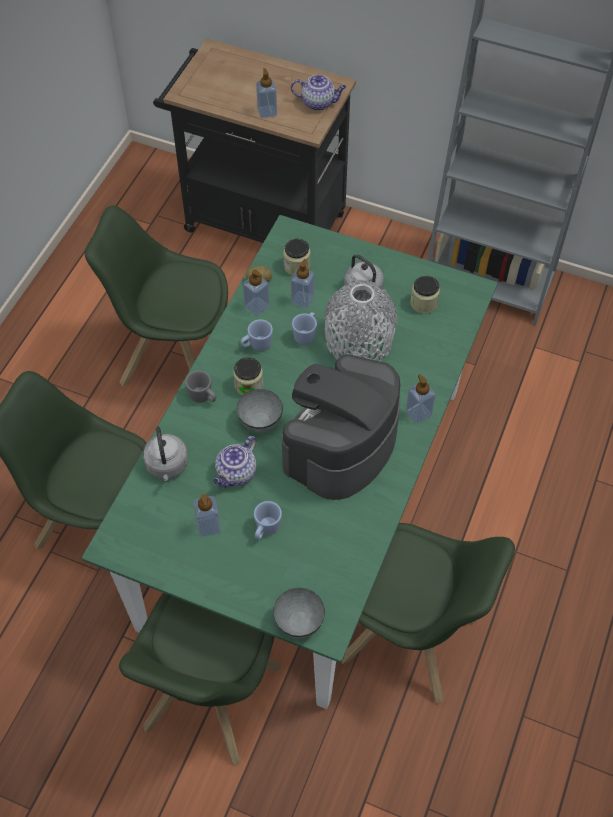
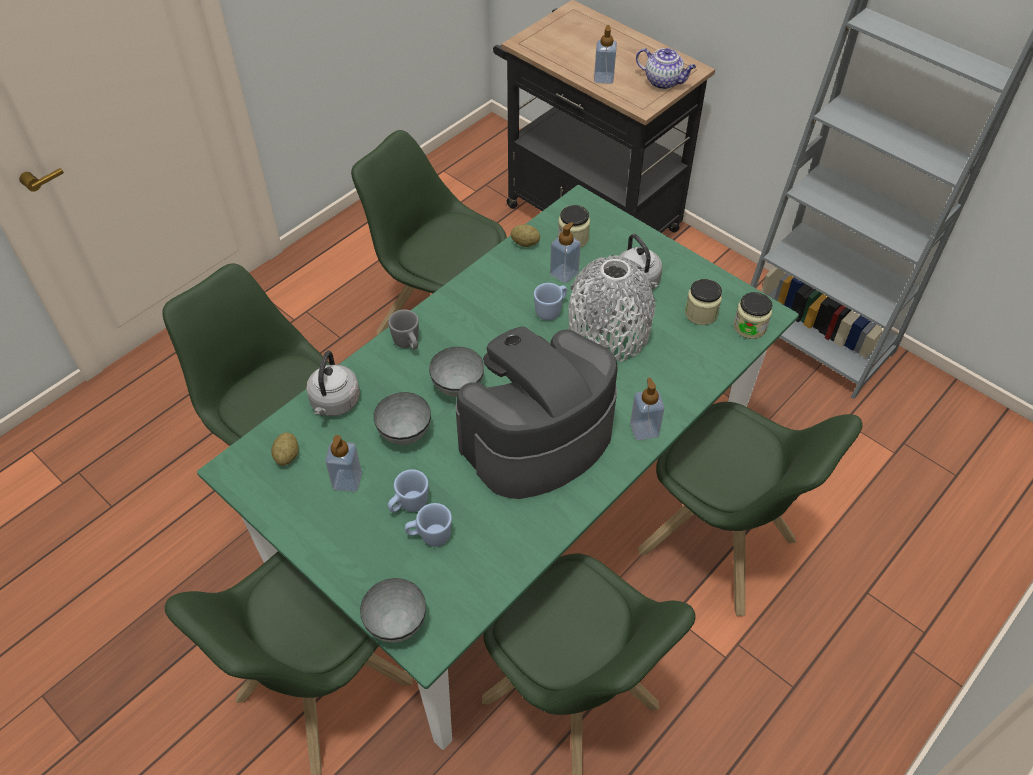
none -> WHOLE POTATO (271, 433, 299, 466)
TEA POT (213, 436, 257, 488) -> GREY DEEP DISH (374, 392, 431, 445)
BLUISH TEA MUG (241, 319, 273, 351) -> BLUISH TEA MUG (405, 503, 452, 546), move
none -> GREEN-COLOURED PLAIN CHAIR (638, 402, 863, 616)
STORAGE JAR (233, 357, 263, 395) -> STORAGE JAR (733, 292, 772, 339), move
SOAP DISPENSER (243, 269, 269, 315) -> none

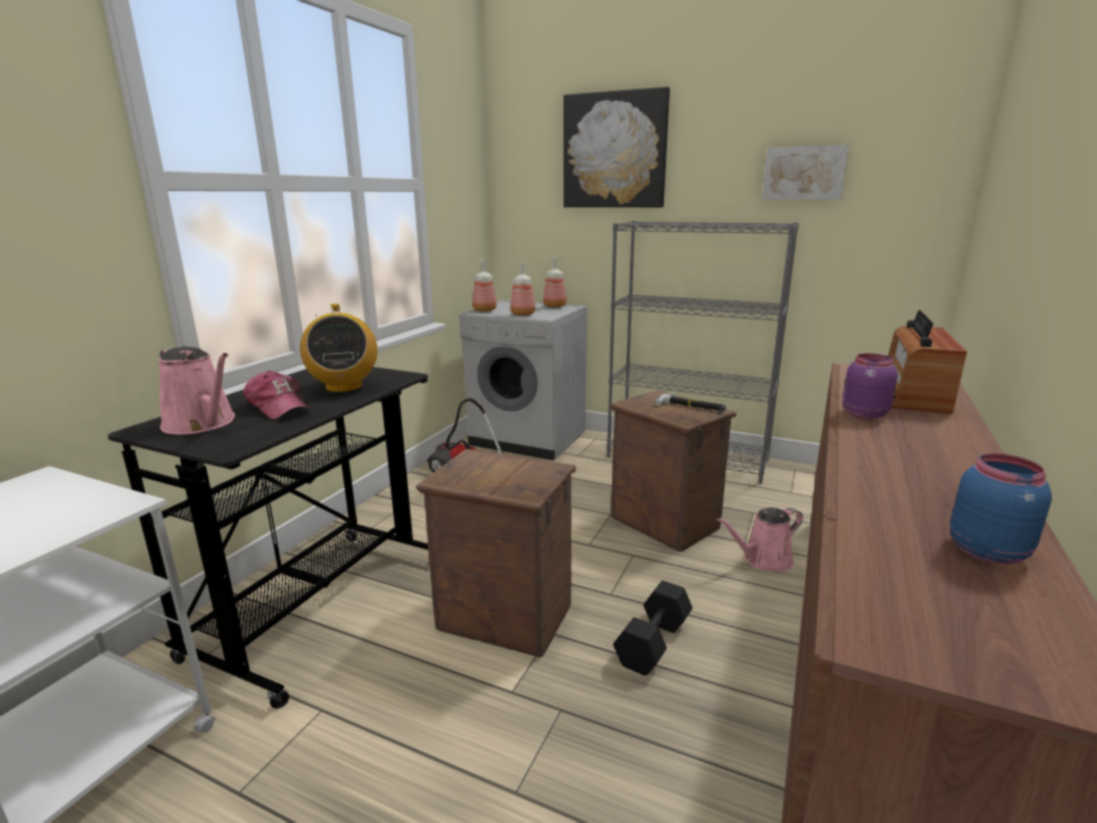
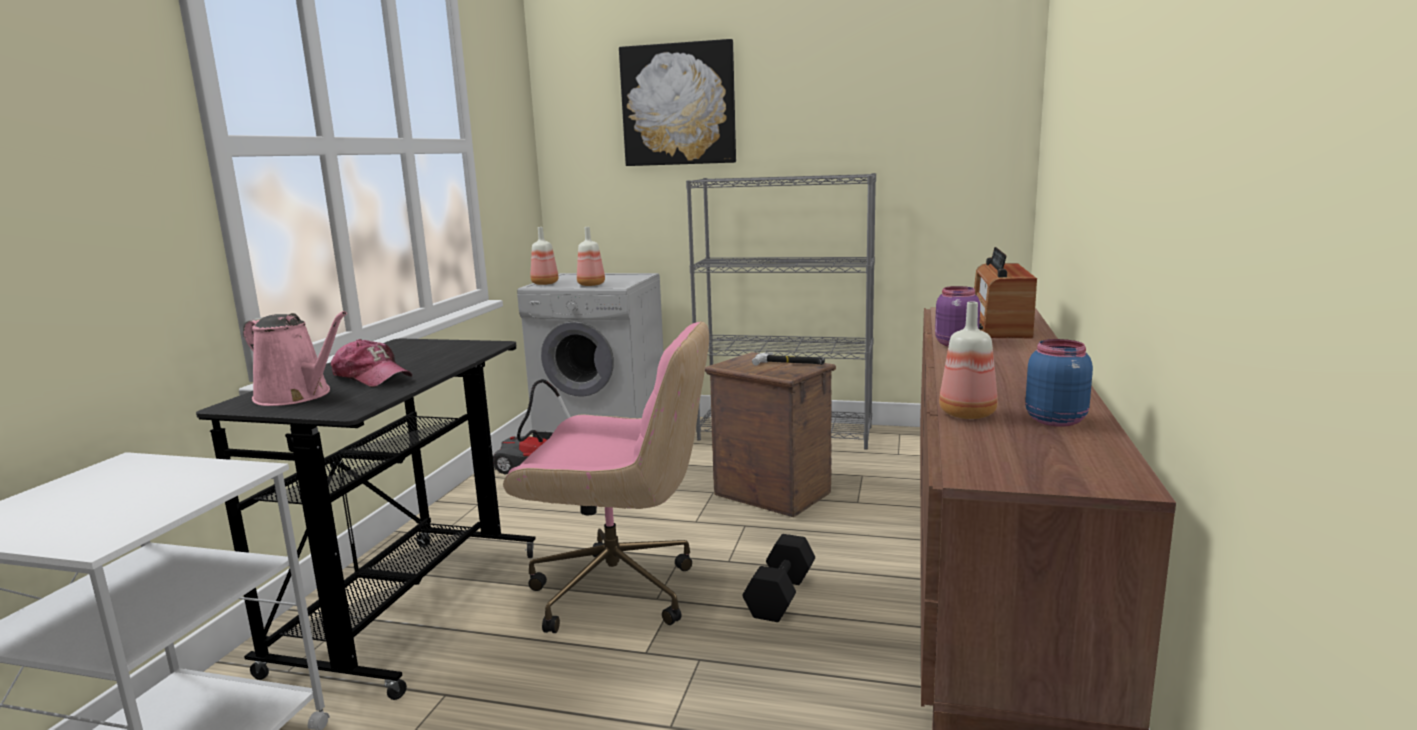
SHIPPING CRATE (416, 449, 576, 657) -> PINK-COLOURED COMPUTER CHAIR (503, 321, 709, 633)
BEVERAGE BOTTLE (543, 257, 566, 307) -> BEVERAGE BOTTLE (939, 302, 998, 419), move
RADIO RECEIVER (300, 304, 378, 393) -> none
PINK-COLOURED WATERING CAN (717, 507, 803, 571) -> none
WALL ART (762, 145, 849, 200) -> none

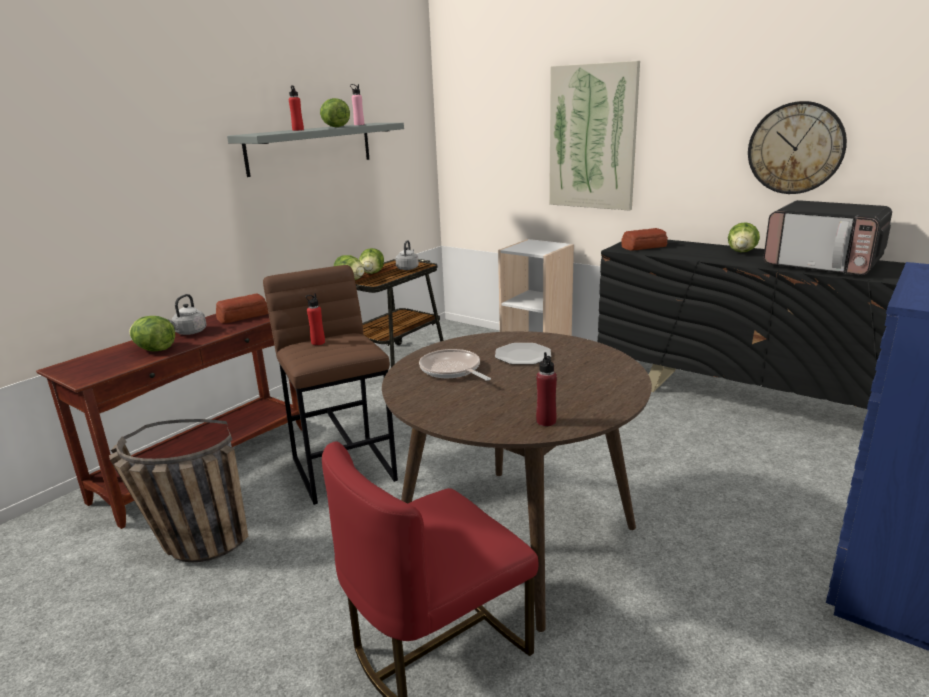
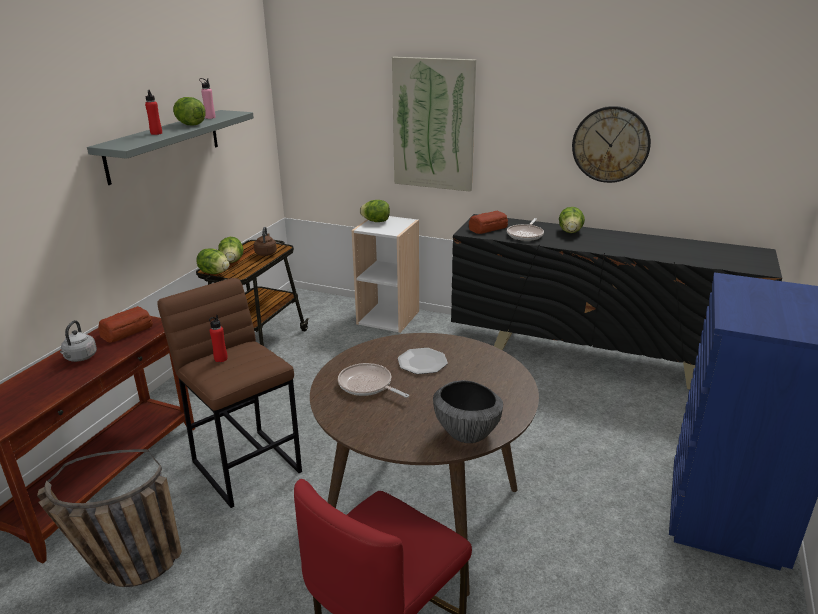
GREY WATER KETTLE (395, 240, 419, 270) -> BROWN WATER KETTLE (254, 227, 277, 256)
LETTUCE (129, 316, 175, 351) -> LETTUCE (360, 200, 390, 222), move
RED-COLOURED BEVERAGE BOTTLE (536, 352, 557, 426) -> DEEP DISH (433, 380, 503, 443)
none -> PAN (507, 218, 544, 241)
KITCHEN MICROWAVE (764, 200, 892, 275) -> none

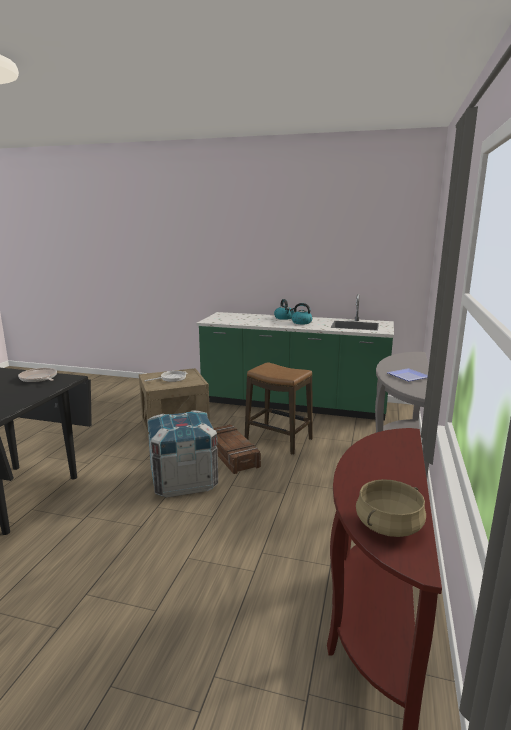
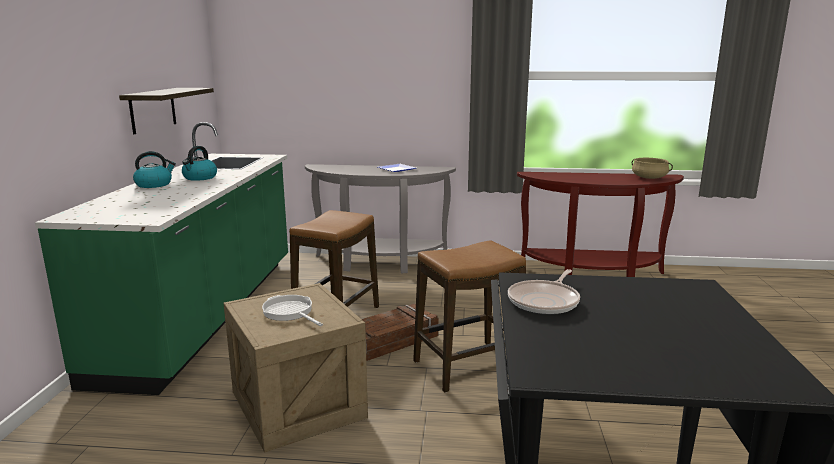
none -> SHELF (119, 88, 214, 134)
SHIPPING CRATE (147, 410, 218, 498) -> SITTING STOOL (413, 240, 526, 392)

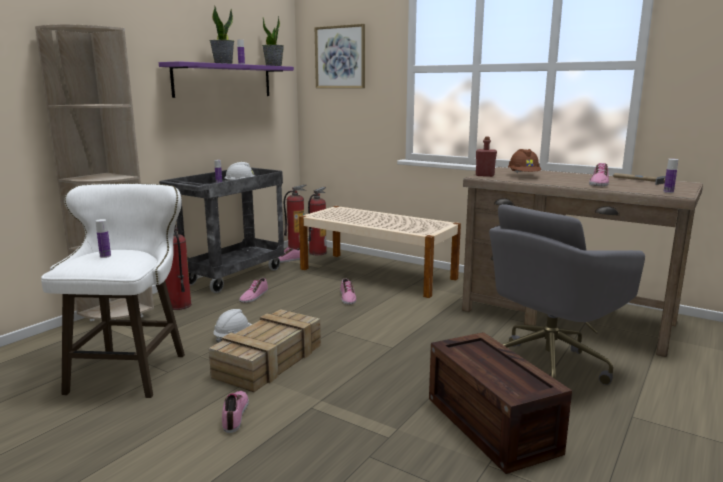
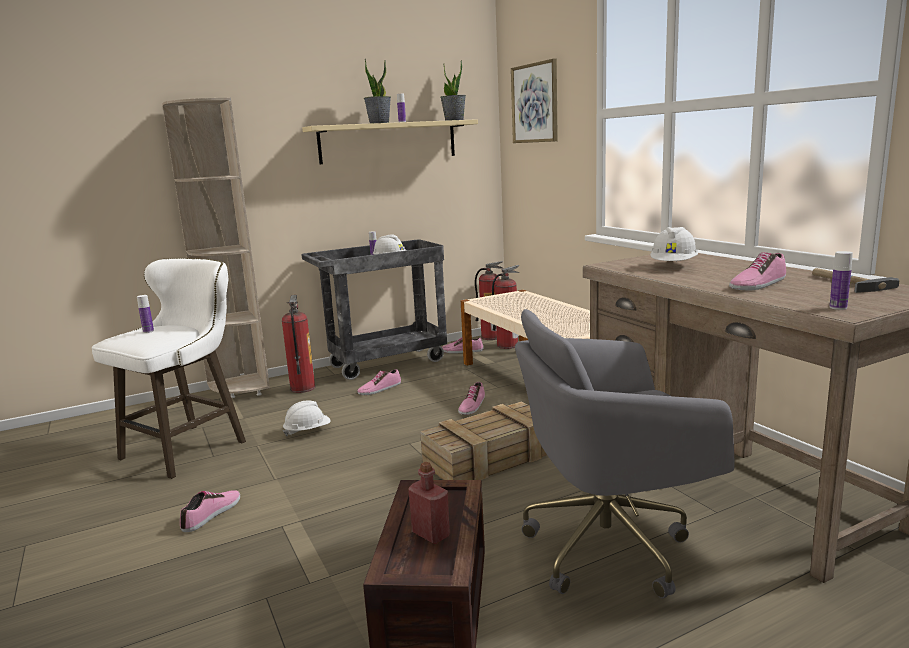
PURPLE-COLOURED SHELF (159, 61, 294, 98) -> BEIGE-COLOURED SHELF (302, 119, 478, 164)
RED-COLOURED BEVERAGE BOTTLE (476, 137, 497, 177) -> RED-COLOURED BEVERAGE BOTTLE (408, 462, 450, 544), move
SHIPPING CRATE (209, 309, 321, 392) -> SHIPPING CRATE (420, 401, 547, 480), move
BROWN HARD HAT (508, 149, 541, 173) -> WHITE HARD HAT (650, 227, 698, 262)

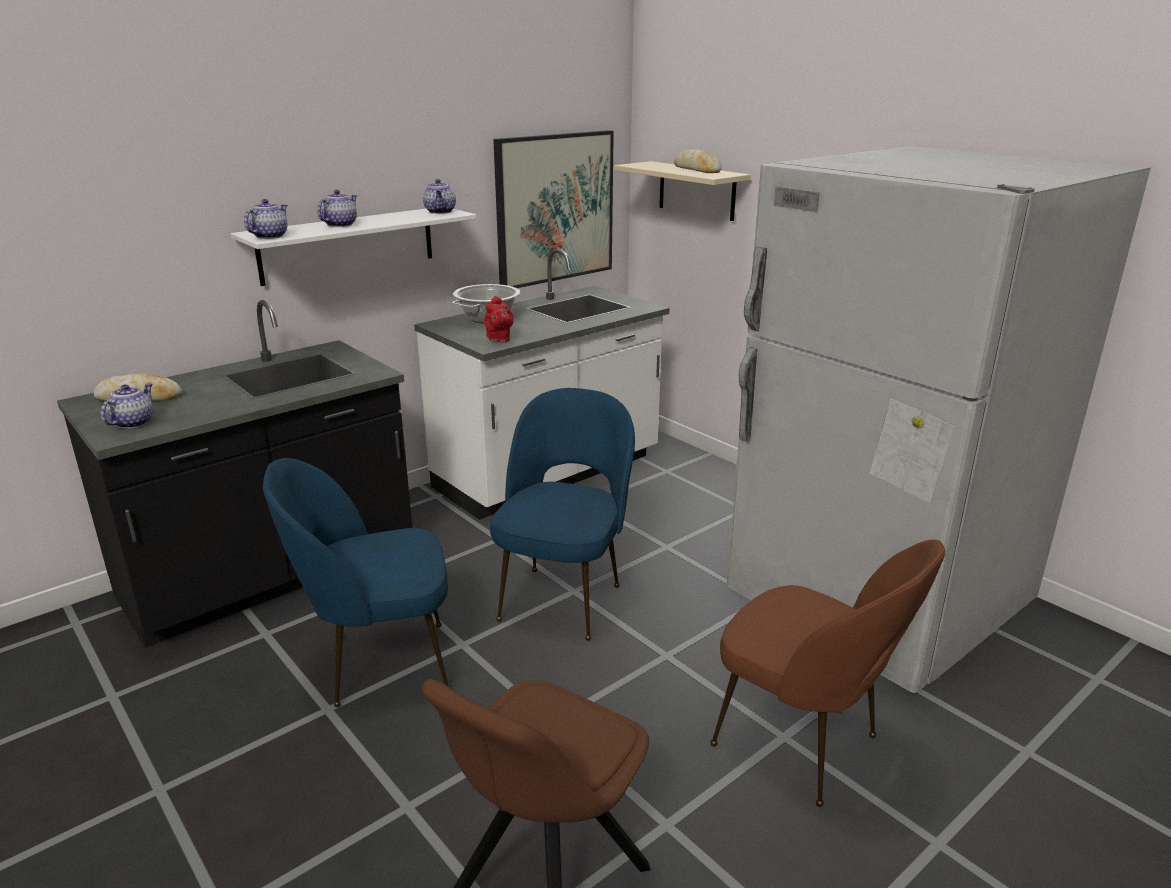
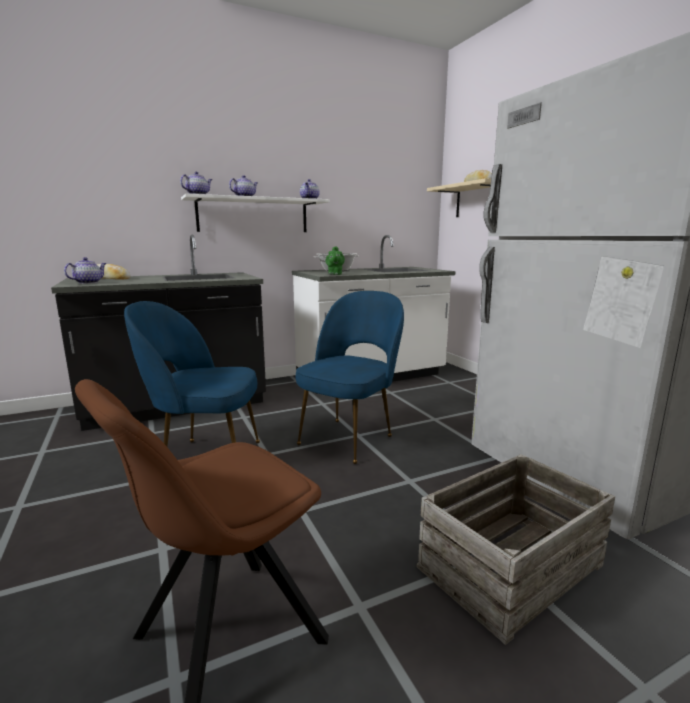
RED-COLOURED TEA POT (484, 295, 514, 342) -> GREEN-COLOURED TEA POT (325, 246, 345, 275)
BROWN PLAIN CHAIR (710, 540, 945, 807) -> SHIPPING CRATE (417, 454, 615, 645)
WALL ART (493, 130, 614, 288) -> none

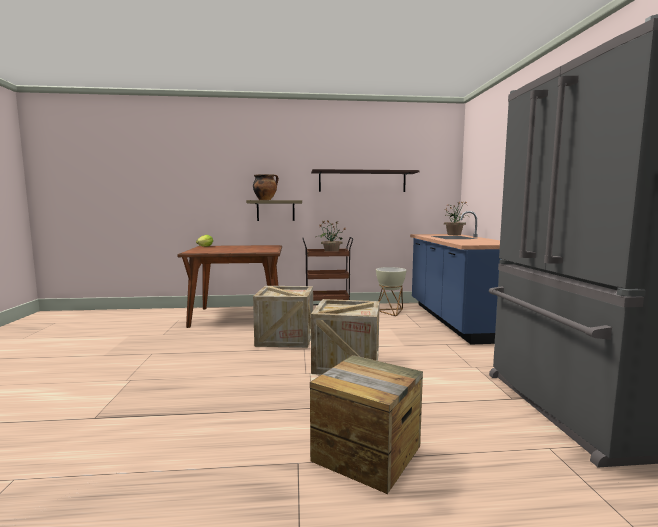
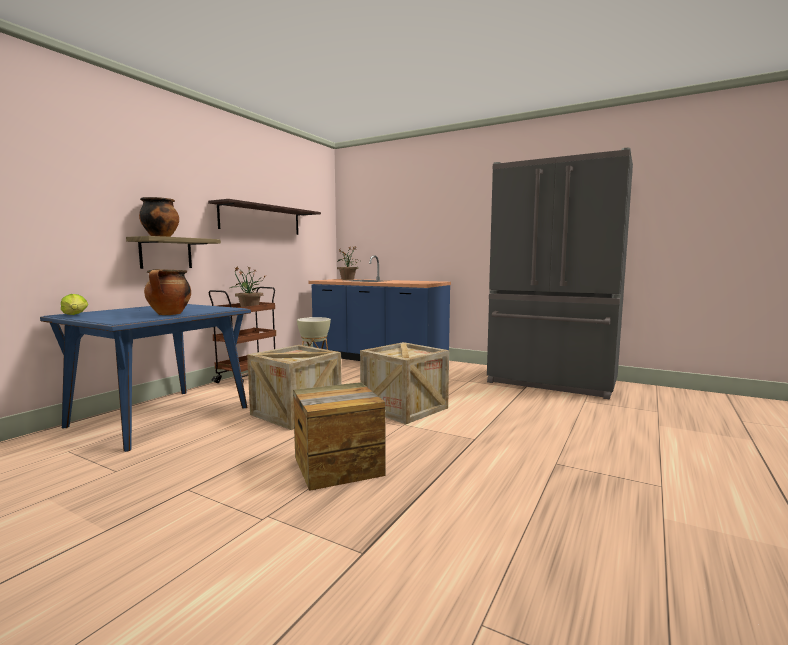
BROWN DINNER TABLE (177, 245, 282, 328) -> BLUISH DINNER TABLE (40, 304, 251, 452)
none -> COOKING POT (144, 269, 191, 315)
SHIPPING CRATE (310, 355, 423, 494) -> SHIPPING CRATE (293, 382, 386, 491), move

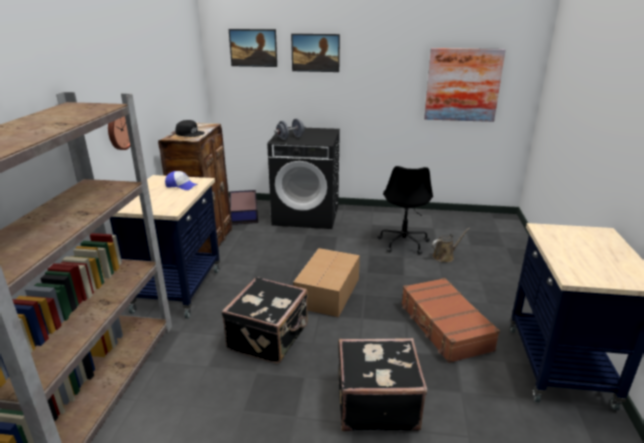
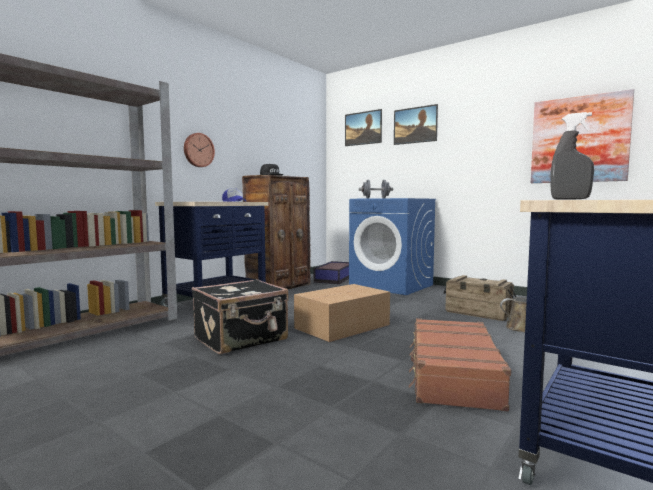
BLACKISH LAUNDRY MACHINE (267, 127, 340, 229) -> BLUISH LAUNDRY MACHINE (349, 198, 436, 295)
BLACKISH COMPUTER CHAIR (378, 166, 433, 254) -> SHIPPING CRATE (444, 275, 516, 321)
none -> GREY SPRAYER (550, 112, 594, 199)
BLACKISH PIECE OF LUGGAGE (338, 338, 427, 431) -> none

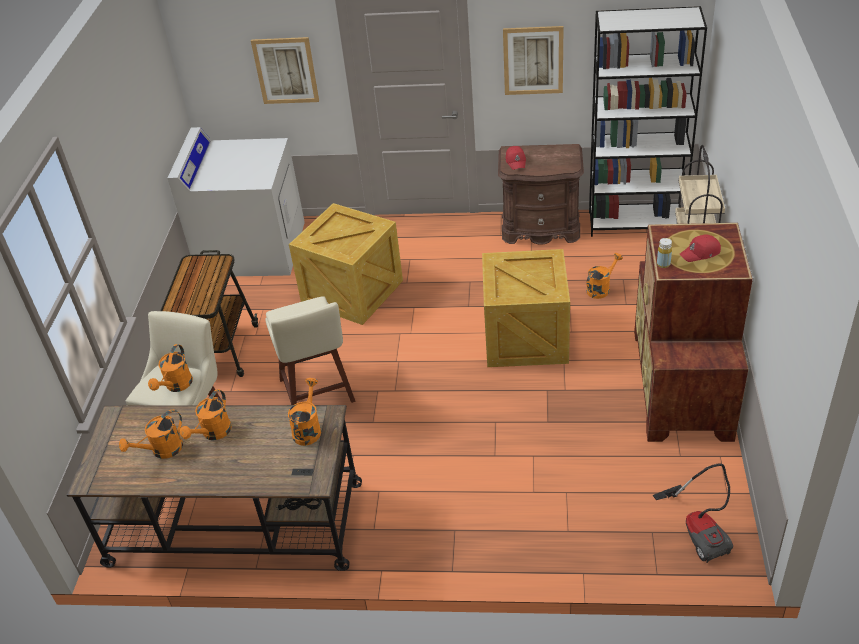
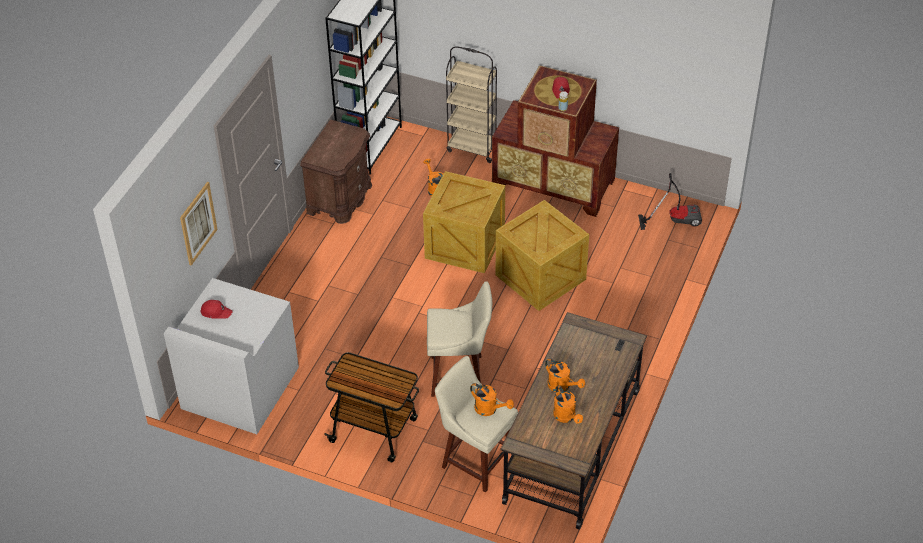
RED-COLOURED CAP (506, 146, 526, 170) -> RED-COLOURED CAP (200, 300, 233, 319), move
SHIPPING CRATE (289, 203, 403, 325) -> SHIPPING CRATE (496, 200, 589, 311), move
ORANGE WATERING CAN (288, 378, 321, 446) -> none
WALL ART (503, 26, 563, 95) -> none

